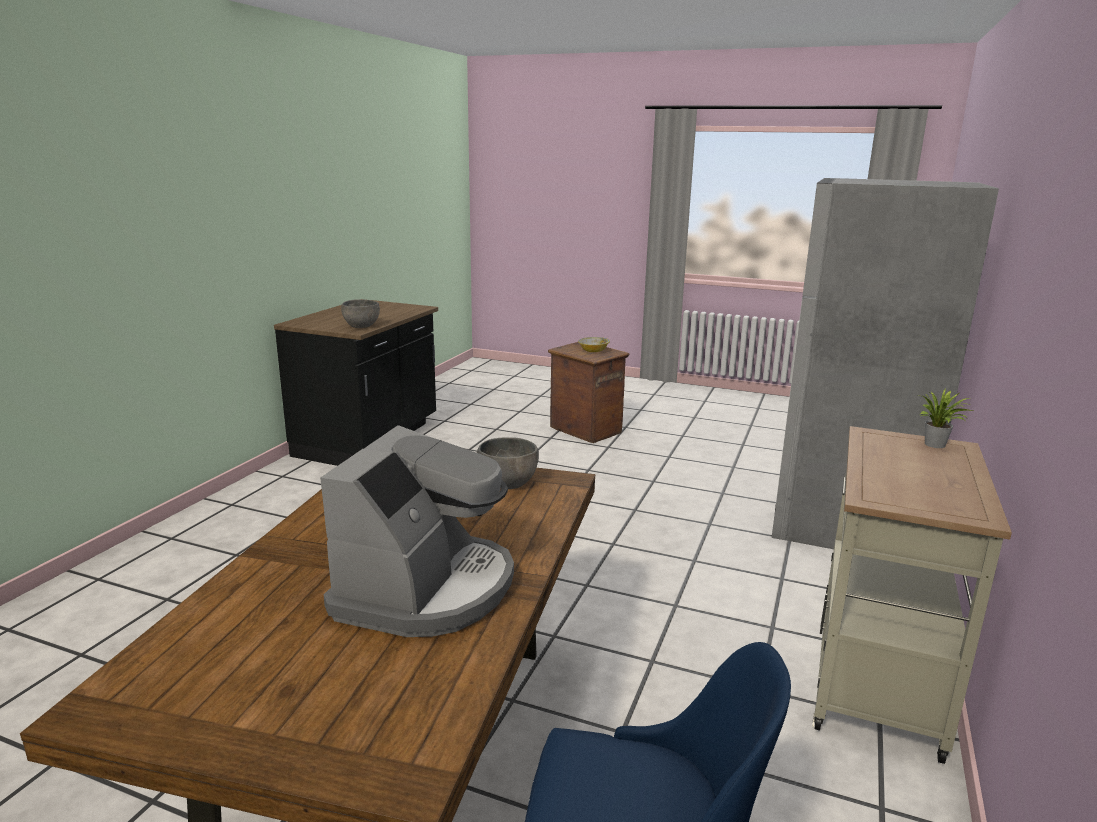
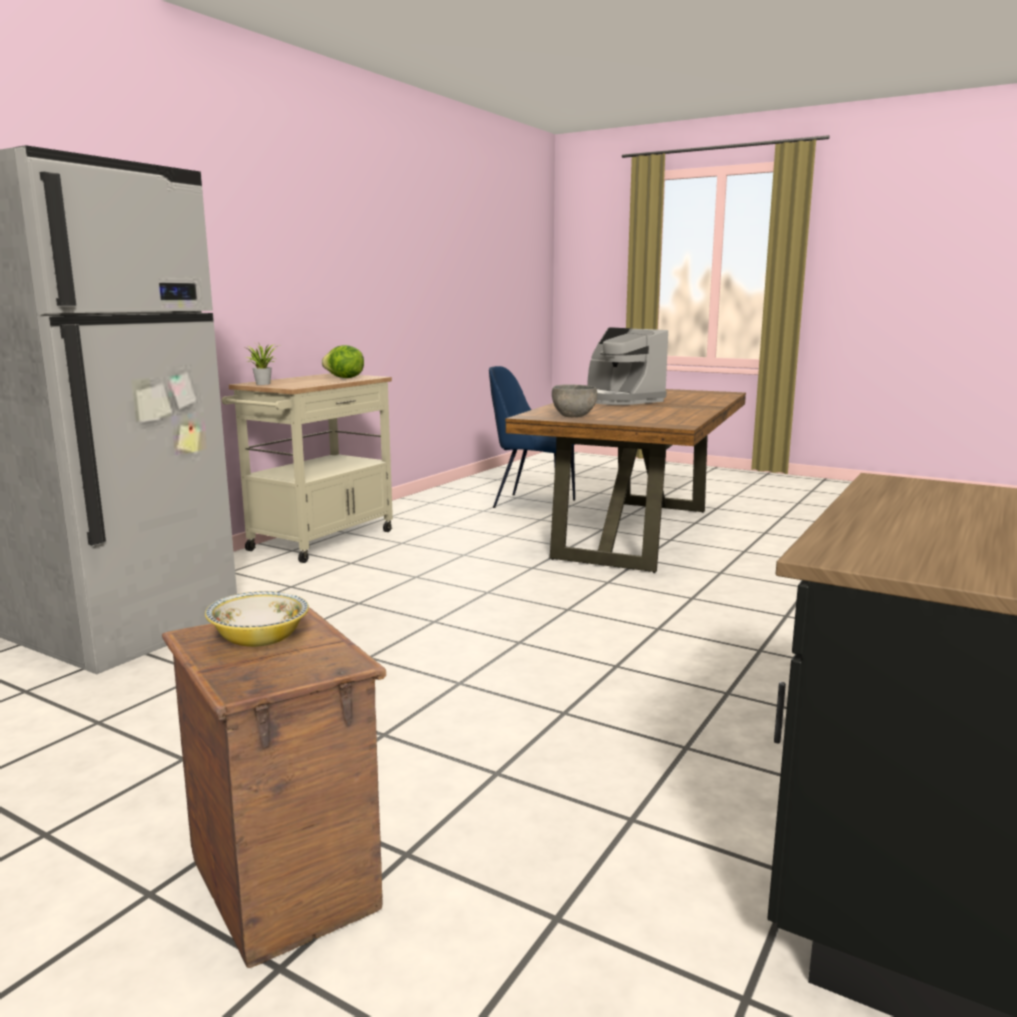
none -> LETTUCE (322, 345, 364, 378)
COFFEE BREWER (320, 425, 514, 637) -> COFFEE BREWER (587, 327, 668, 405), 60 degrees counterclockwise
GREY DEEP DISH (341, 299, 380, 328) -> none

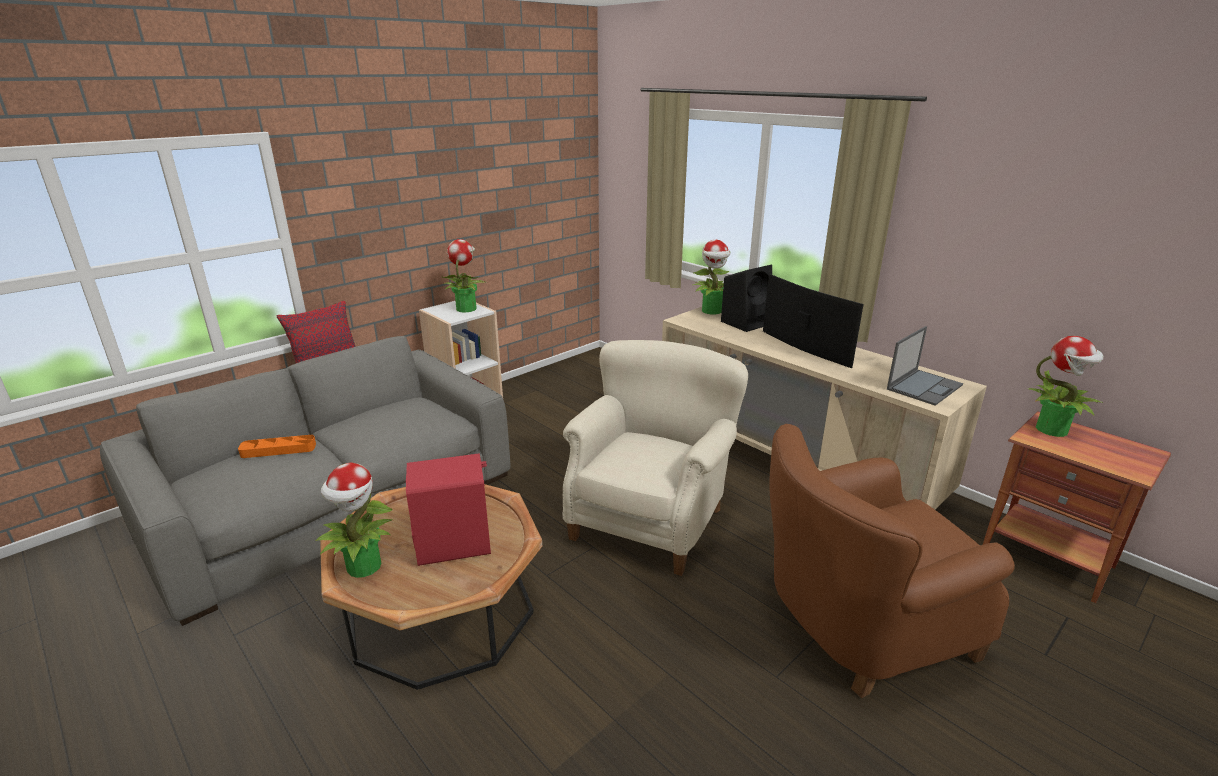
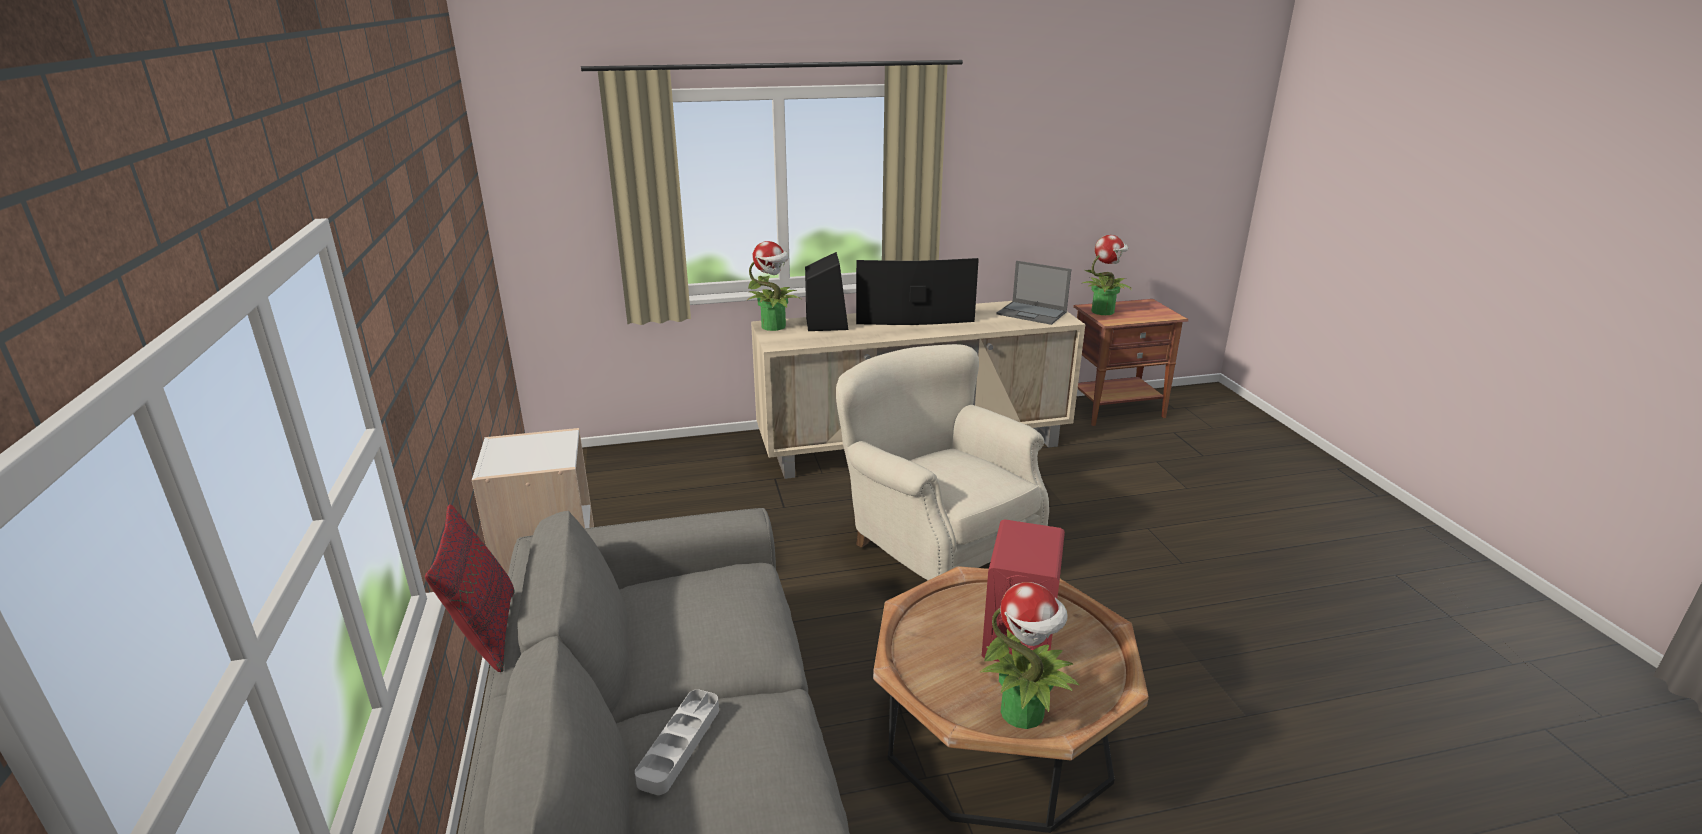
ORANGE TRAY (238, 435, 316, 458) -> GREY TRAY (635, 689, 719, 795)
NOTEBOOK COMPUTER (887, 326, 963, 406) -> NOTEBOOK COMPUTER (997, 261, 1071, 325), 135 degrees clockwise
POTTED PLANT (441, 239, 487, 313) -> none
BROWN ARMCHAIR (770, 424, 1015, 698) -> none

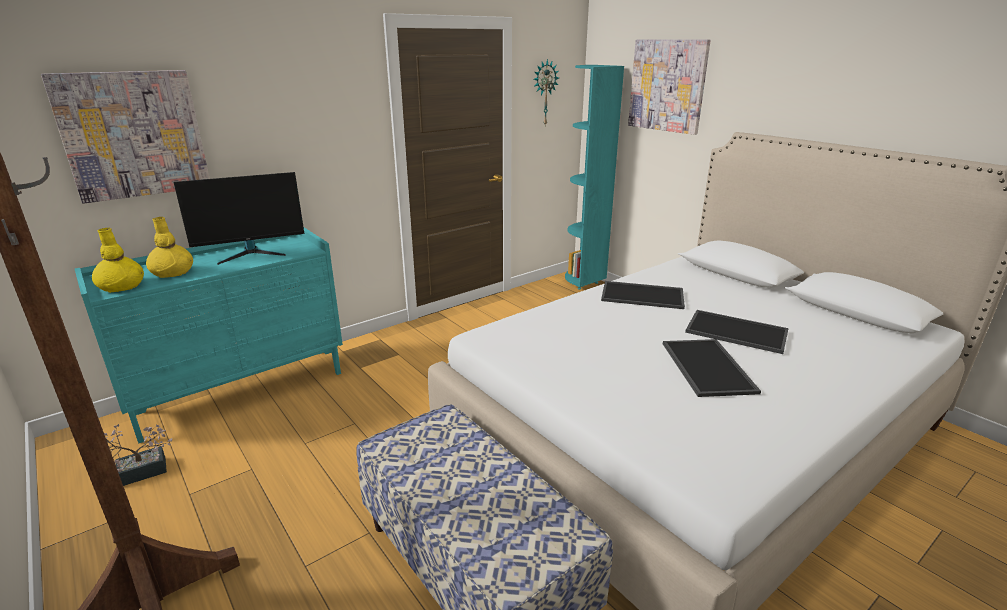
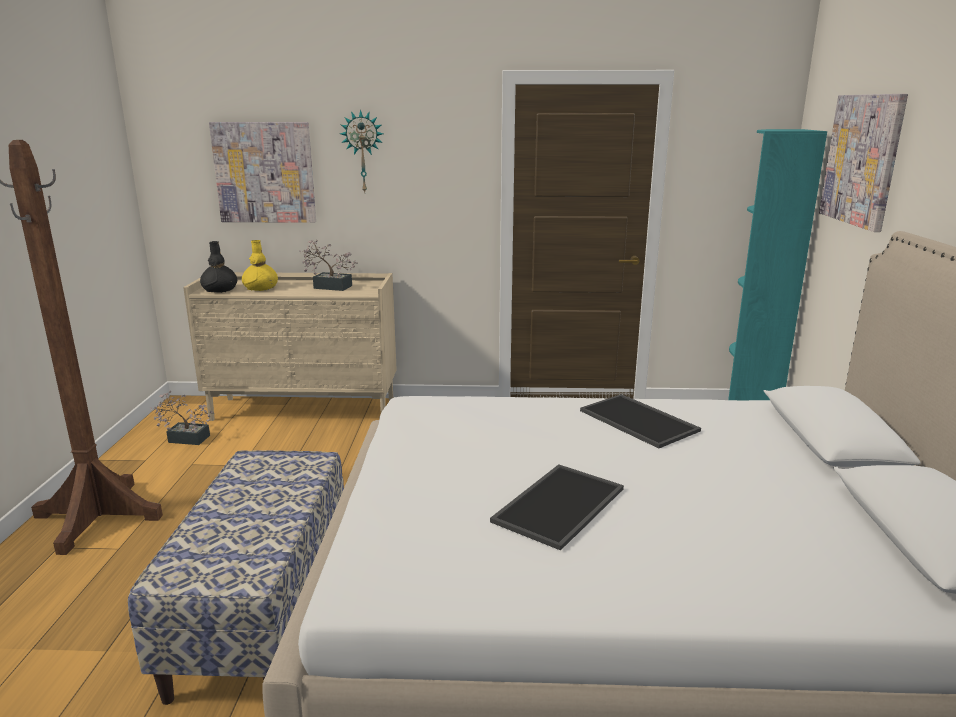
BLUE-GREEN CHEST OF DRAWERS (75, 227, 343, 444) -> BEIGE-COLOURED CHEST OF DRAWERS (183, 272, 397, 421)
YELLOW FLOWER VASE (92, 228, 144, 293) -> BLACKISH FLOWER VASE (200, 241, 237, 293)
COMPUTER DISPLAY (174, 172, 304, 265) -> POTTED PLANT (299, 240, 357, 291)
HANGING CLOCK (534, 59, 559, 125) -> HANGING CLOCK (340, 110, 383, 192), move
TRAY (685, 310, 789, 354) -> none

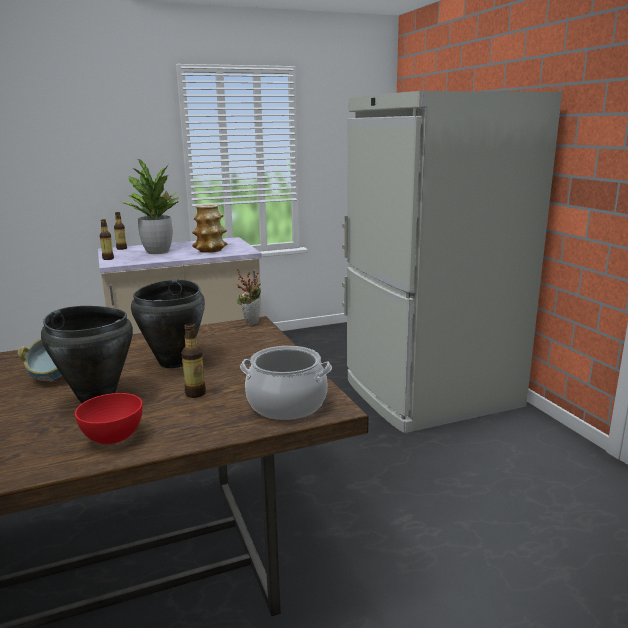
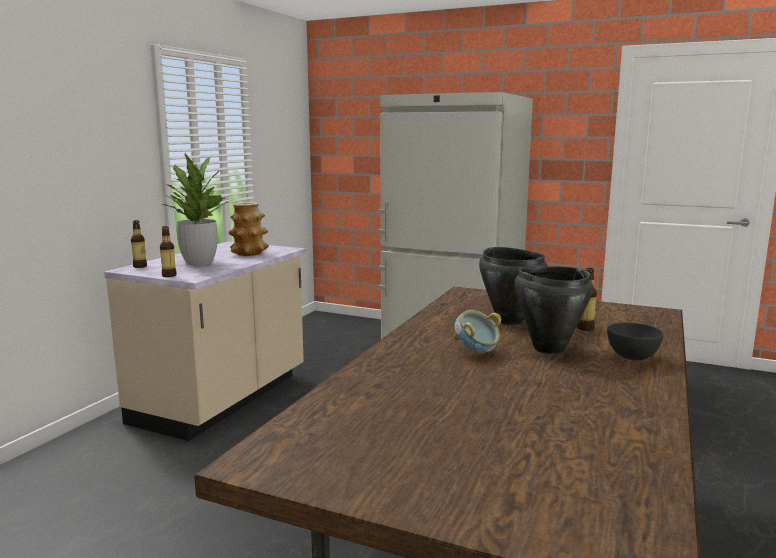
RED-COLOURED DEEP DISH (75, 393, 143, 444) -> GREY DEEP DISH (607, 323, 664, 360)
POTTED PLANT (236, 269, 261, 326) -> none
COOKING POT (240, 346, 332, 420) -> none

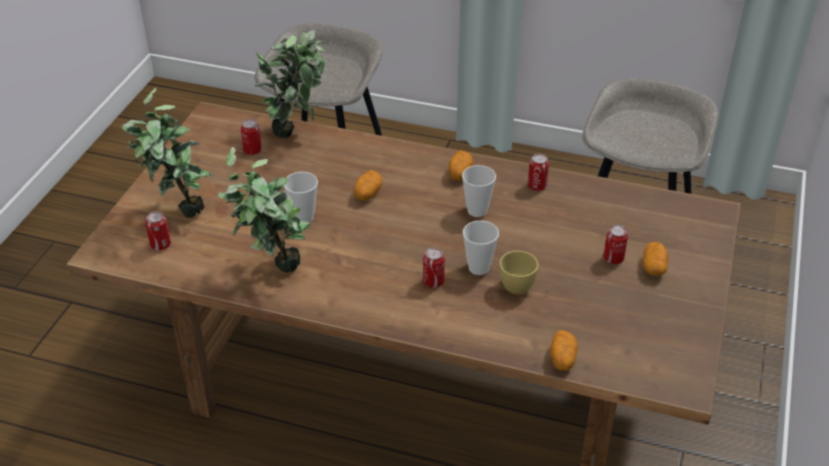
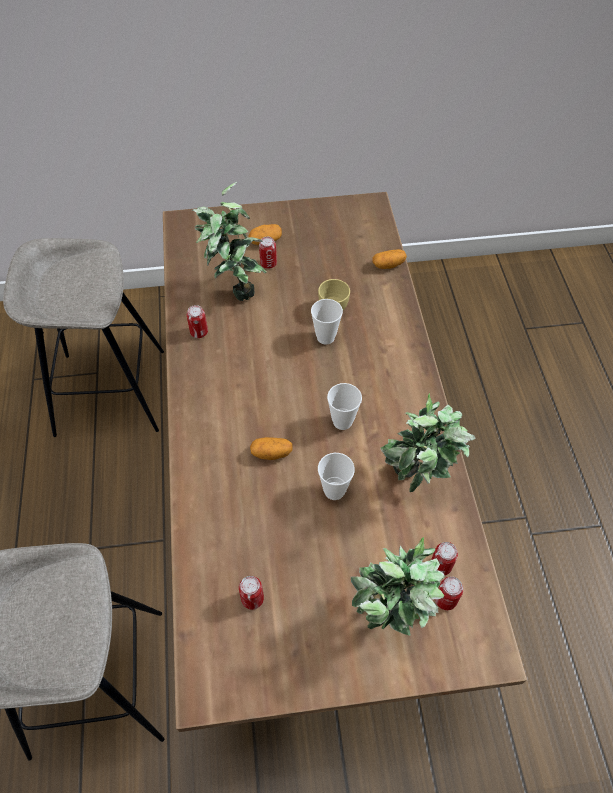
POTTED PLANT (255, 30, 325, 138) -> POTTED PLANT (191, 182, 267, 301), move
DRINKING CUP (462, 165, 496, 217) -> DRINKING CUP (327, 383, 362, 430), move
CAN (423, 248, 445, 288) -> CAN (431, 542, 458, 575), move
WHOLE POTATO (449, 150, 473, 180) -> none

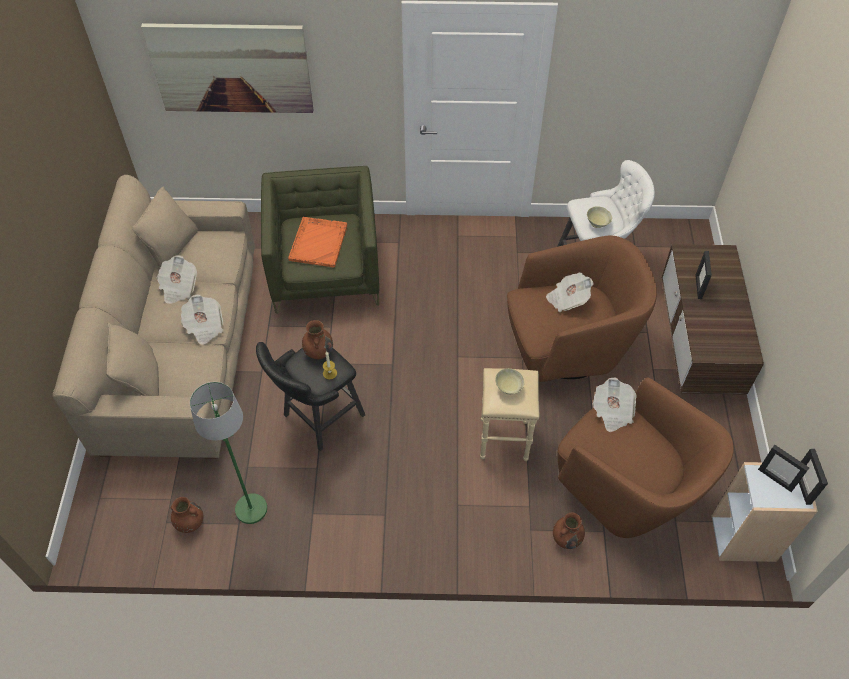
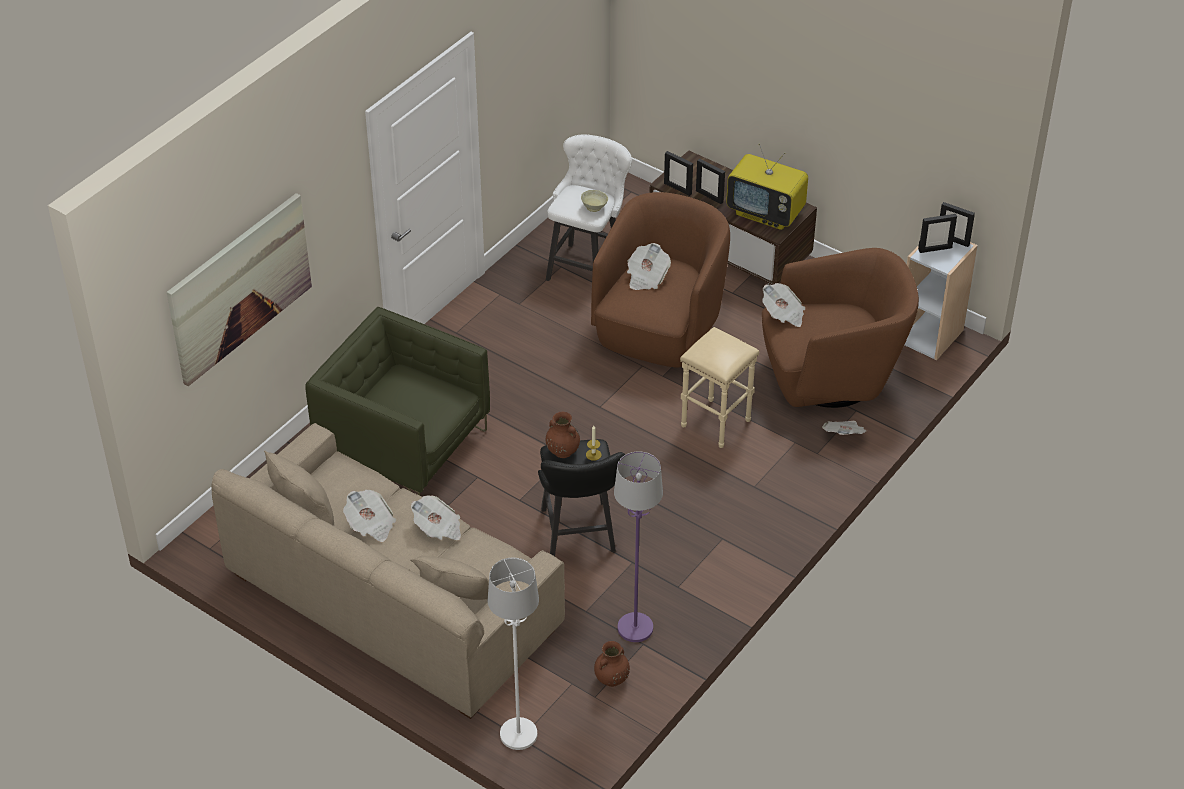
none -> WHITE FLOOR LAMP (488, 558, 539, 750)
GREEN-COLOURED FLOOR LAMP (190, 382, 267, 524) -> PURPLE-COLOURED FLOOR LAMP (614, 451, 663, 642)
none -> STANDING FRAME (664, 151, 693, 196)
none -> TV SET (726, 143, 808, 230)
BROWN FLOWER VASE (553, 512, 585, 549) -> PRINTED PAPER (822, 421, 867, 435)
ORANGE TRAY (288, 217, 347, 268) -> none
BEIGE-COLOURED DEEP DISH (495, 368, 524, 394) -> none

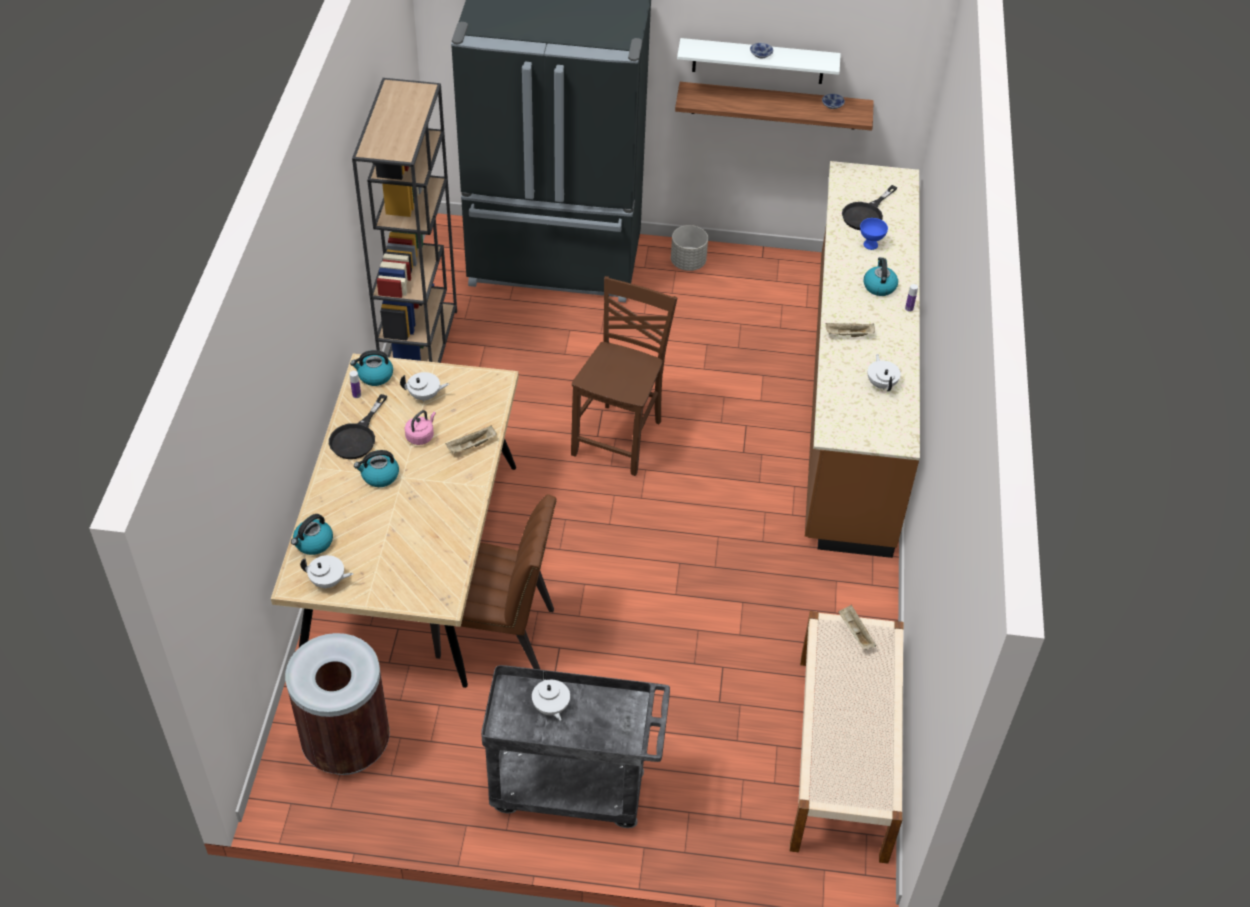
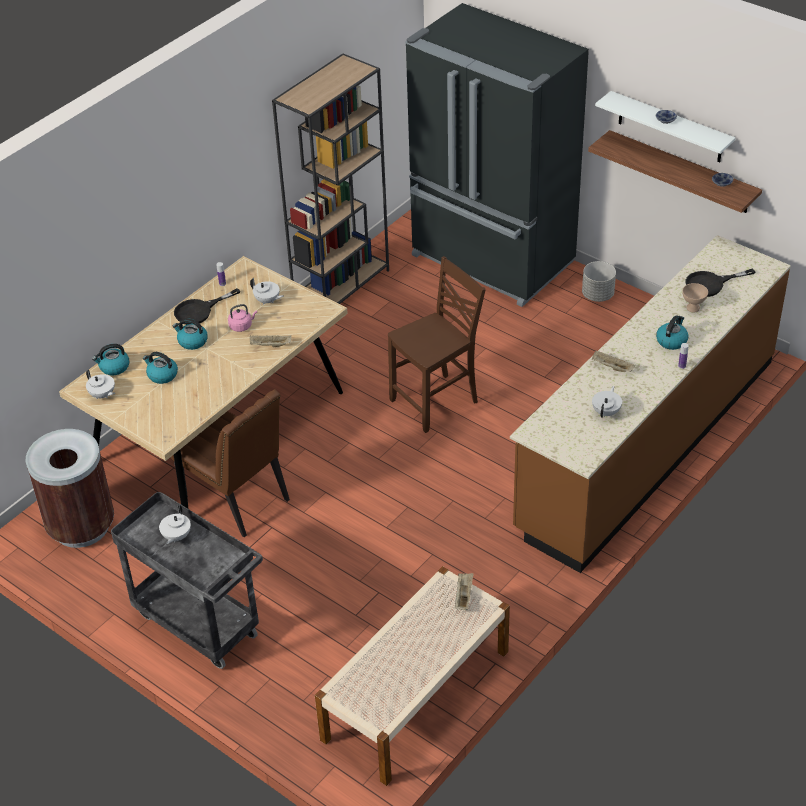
WATER KETTLE (350, 350, 393, 386) -> WATER KETTLE (143, 352, 178, 384), move
BLUISH DEEP DISH (860, 218, 888, 250) -> BEIGE-COLOURED DEEP DISH (682, 283, 708, 313)

